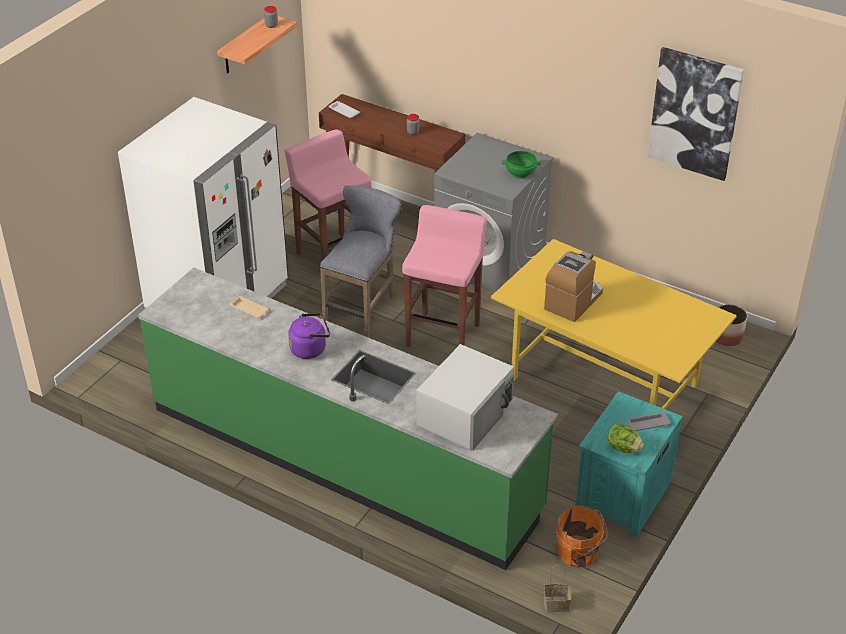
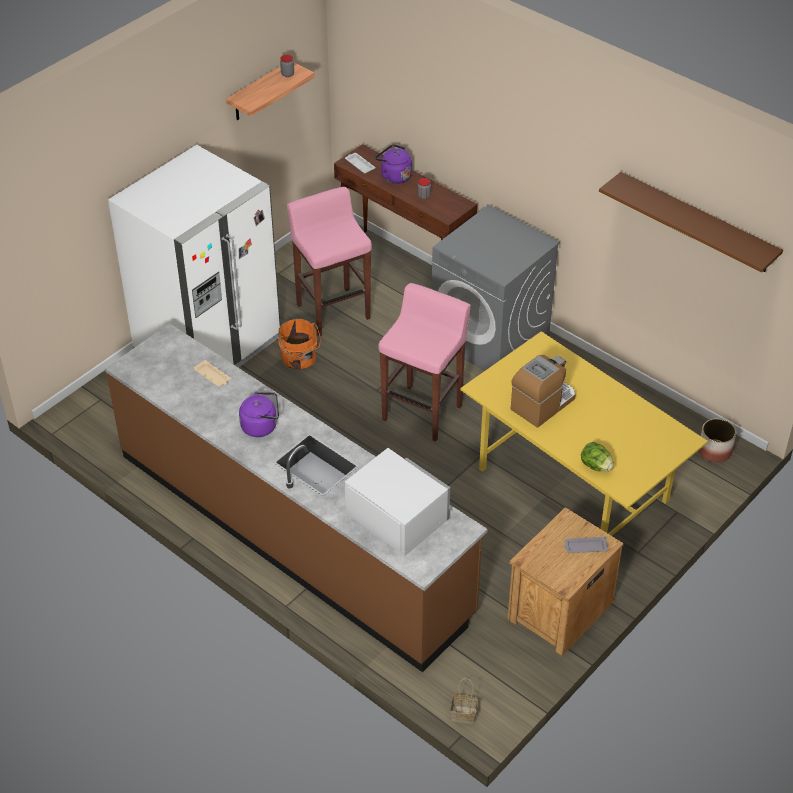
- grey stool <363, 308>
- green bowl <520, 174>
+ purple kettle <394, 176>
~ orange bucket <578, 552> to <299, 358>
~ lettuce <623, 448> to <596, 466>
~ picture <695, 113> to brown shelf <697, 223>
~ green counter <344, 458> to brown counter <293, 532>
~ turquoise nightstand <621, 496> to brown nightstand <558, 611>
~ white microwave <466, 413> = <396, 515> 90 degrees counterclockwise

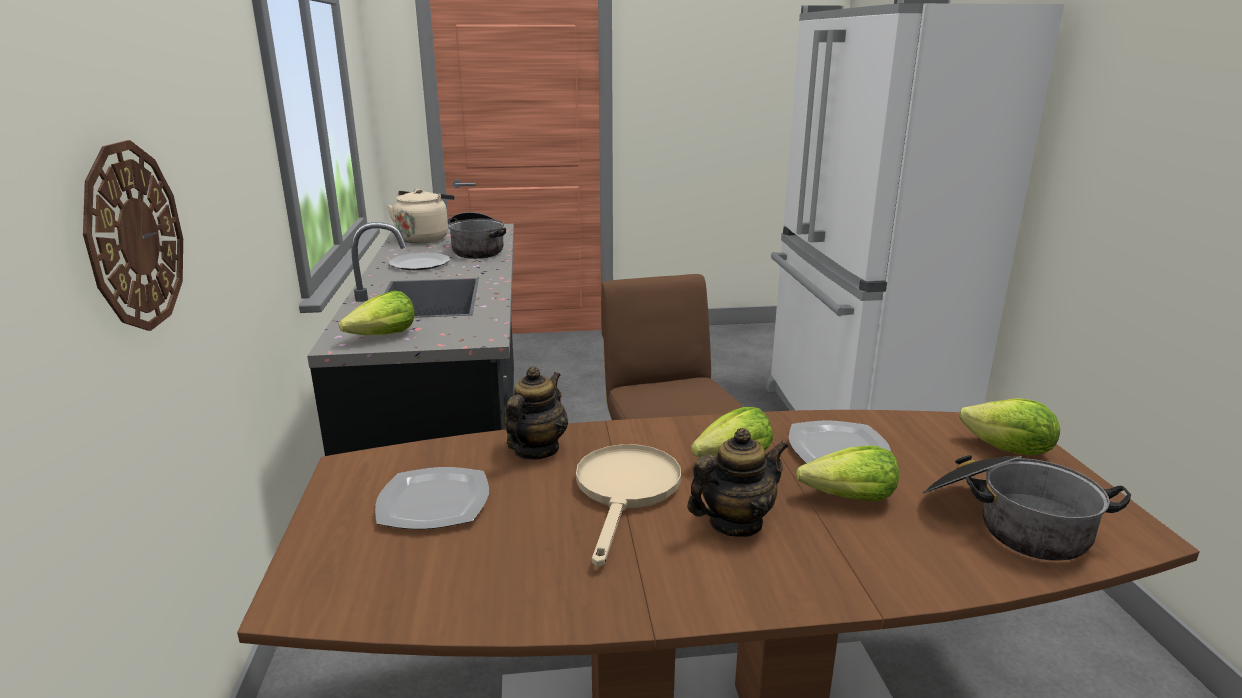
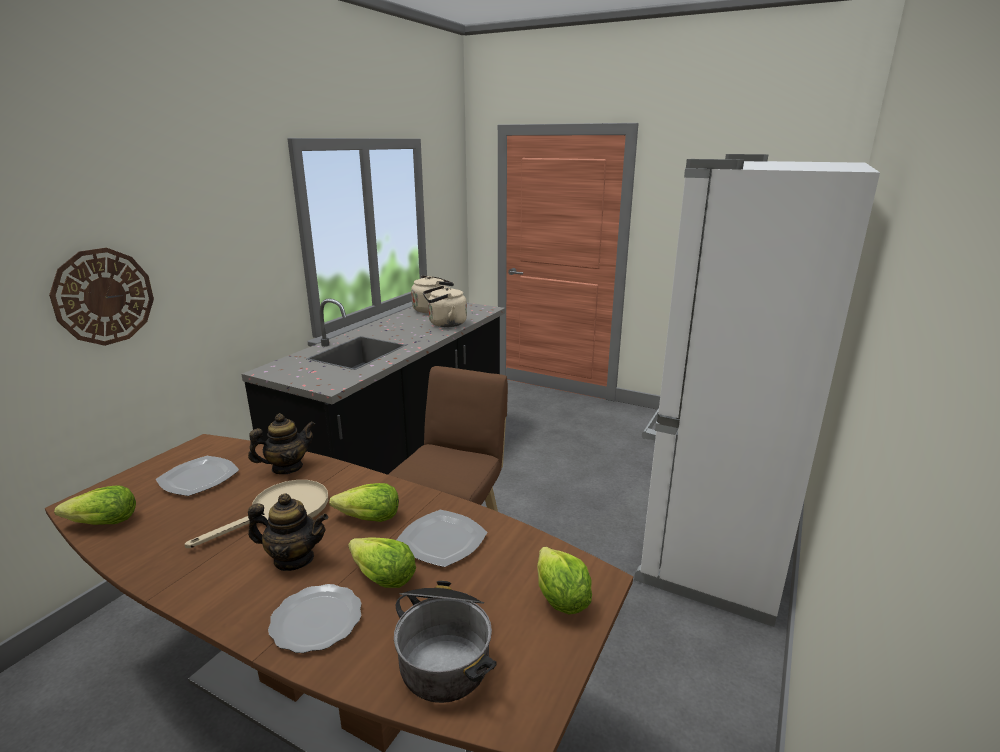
~ lettuce <383, 336> to <103, 523>
~ plate <420, 264> to <318, 620>
~ cooking pot <477, 250> to beige kettle <445, 324>

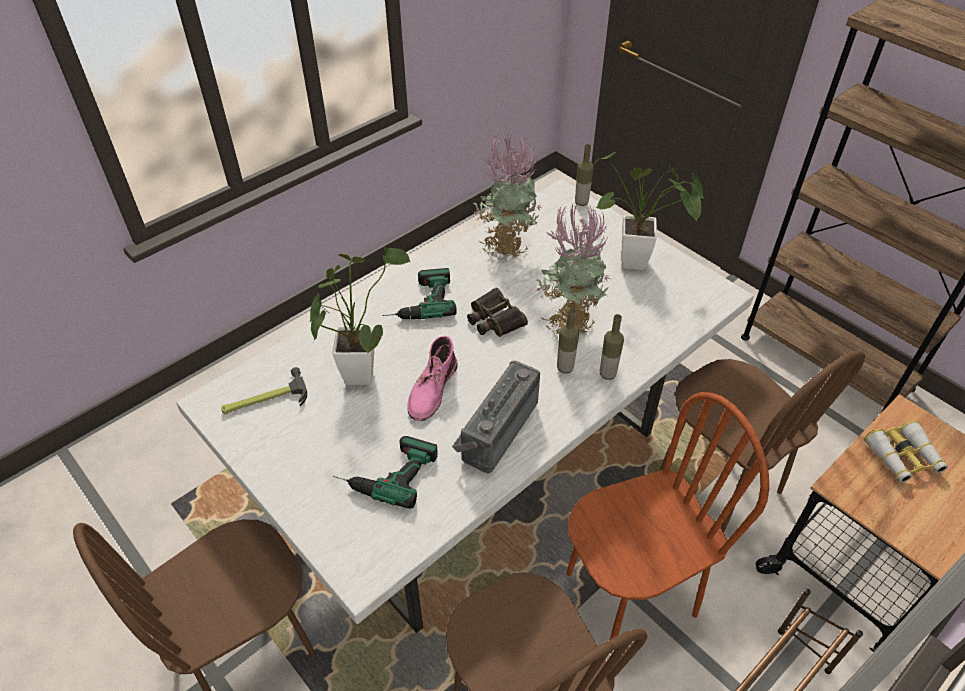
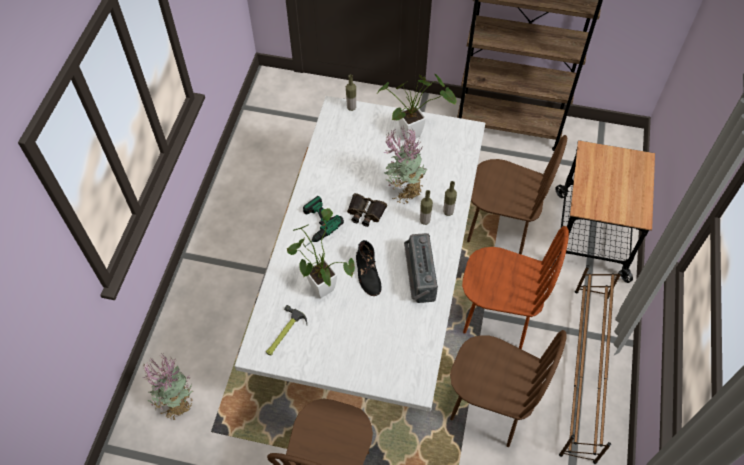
- power drill <385, 471>
- binoculars <903, 457>
~ potted plant <506, 244> to <176, 402>
~ pink boot <432, 389> to black boot <368, 273>
~ brown chair <630, 593> = <497, 317> 75 degrees clockwise

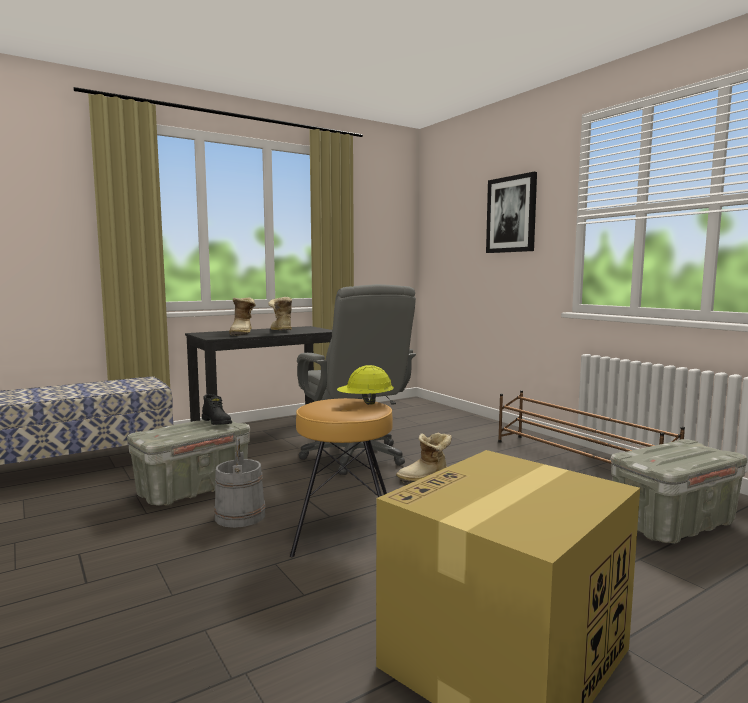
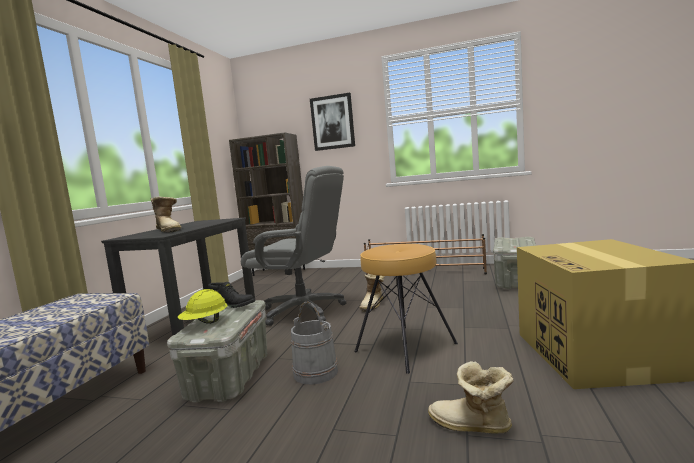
+ brown bookcase <280, 272>
~ boot <280, 331> to <471, 427>
~ yellow hard hat <365, 403> to <205, 323>

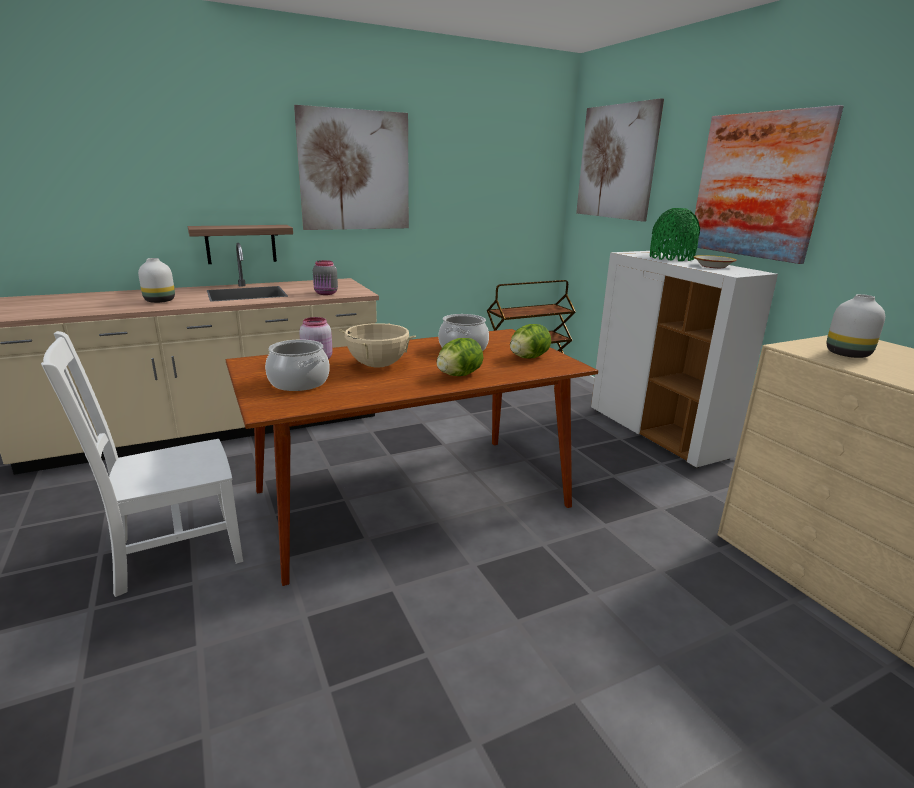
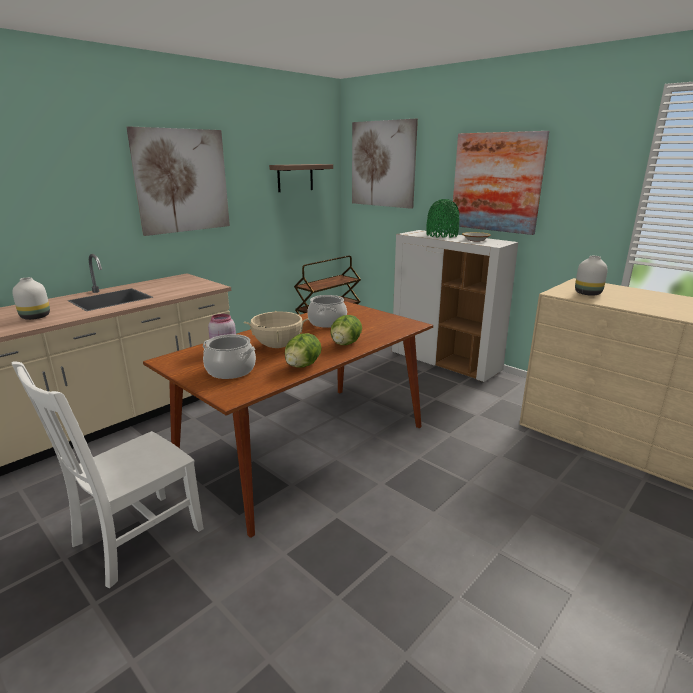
- grey jar <326, 293>
~ shelf <241, 244> to <295, 177>
~ lettuce <528, 358> to <302, 365>

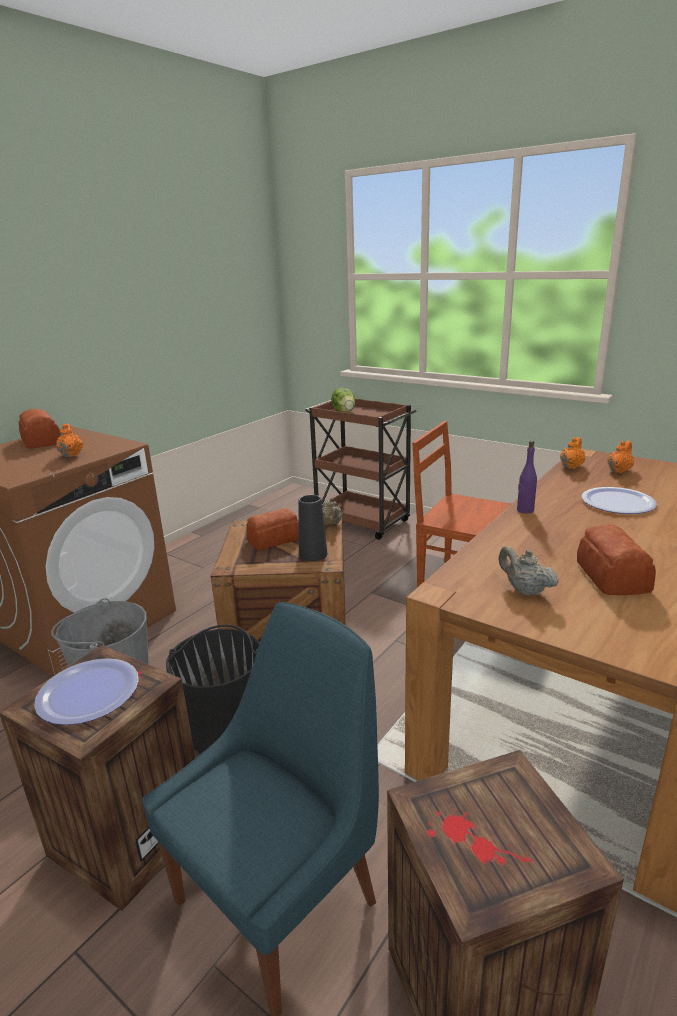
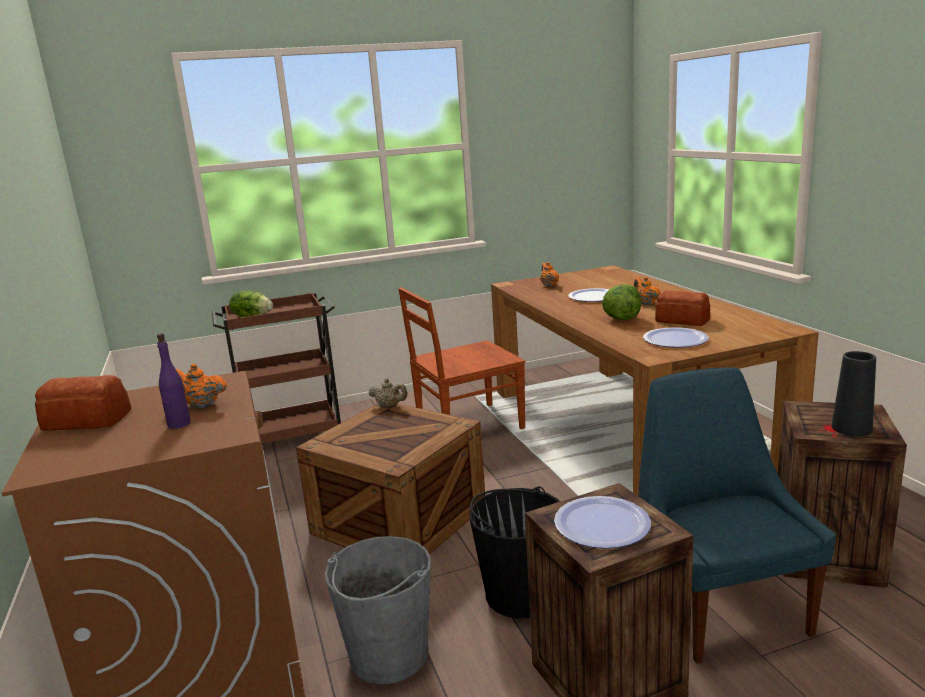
- bread <275, 540>
+ lettuce <621, 318>
~ black vase <313, 554> to <851, 428>
~ purple bottle <525, 510> to <179, 424>
~ orange teapot <571, 466> to <645, 303>
~ beige teapot <524, 590> to plate <675, 339>

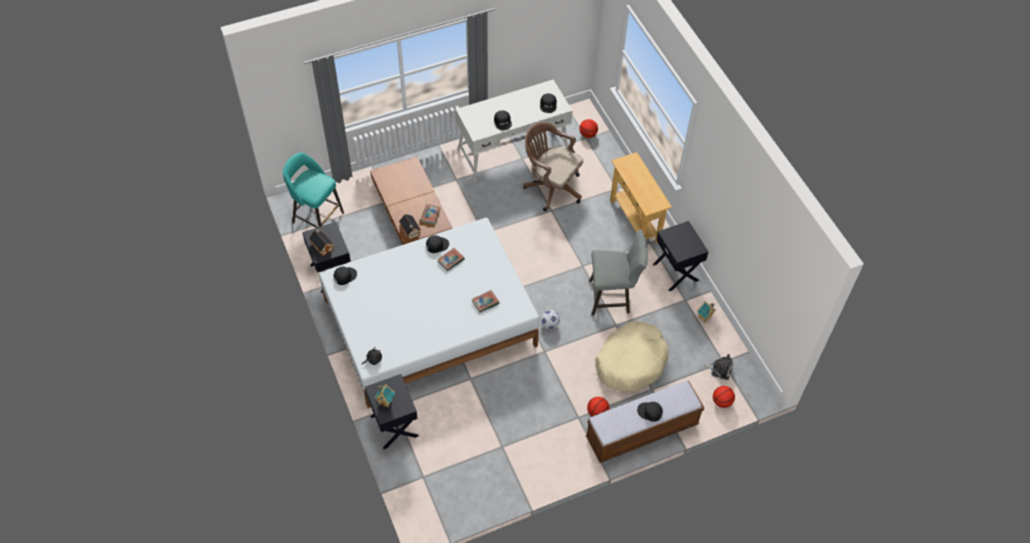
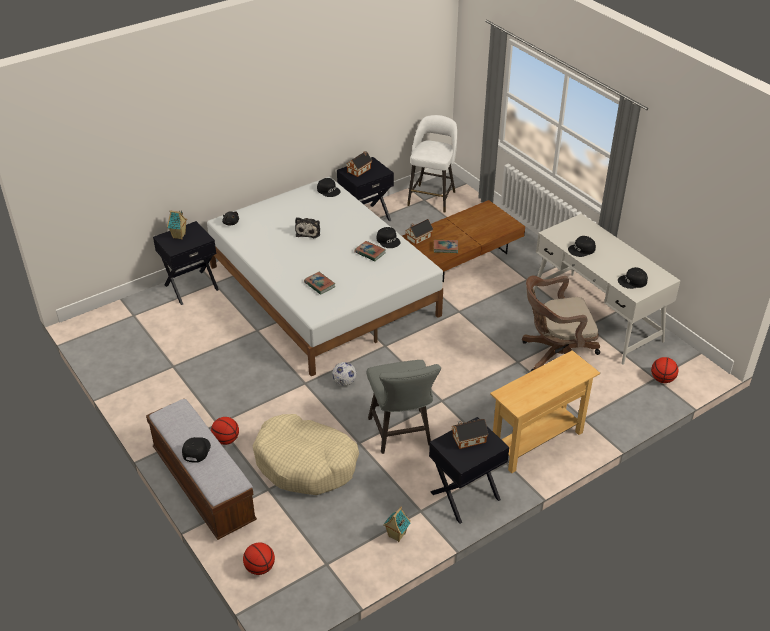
+ toy house <467, 439>
~ plush toy <720, 369> to <308, 231>
~ turquoise stool <317, 217> to white stool <432, 197>
~ brown office chair <551, 187> = <555, 356> 120 degrees counterclockwise

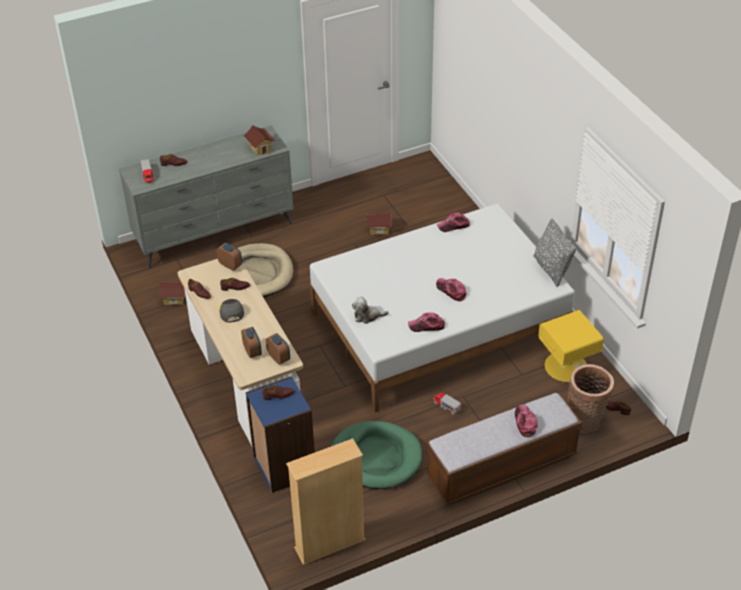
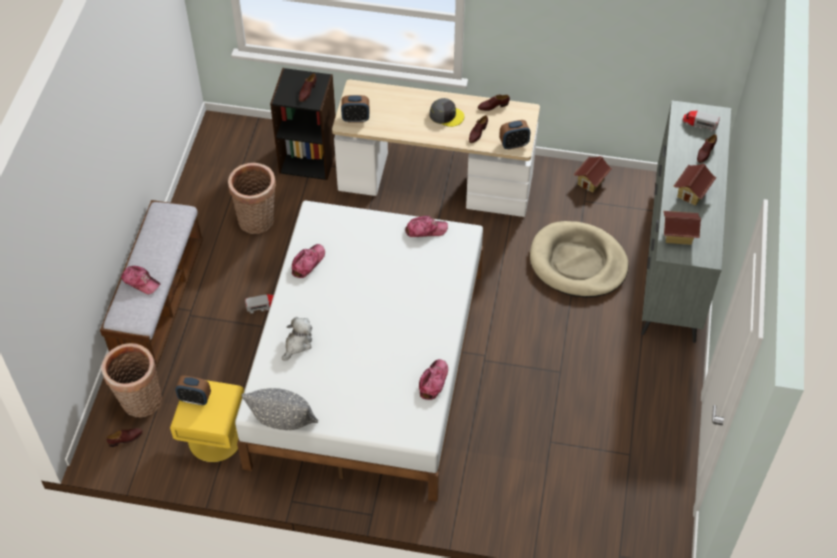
- beige bookcase <330, 544>
~ alarm clock <252, 351> to <195, 399>
~ plush toy <367, 316> to <297, 344>
~ toy house <379, 230> to <692, 193>
~ cap <451, 291> to <426, 229>
~ green dog bed <376, 458> to basket <257, 221>
~ blue bookcase <283, 467> to black bookcase <309, 158>

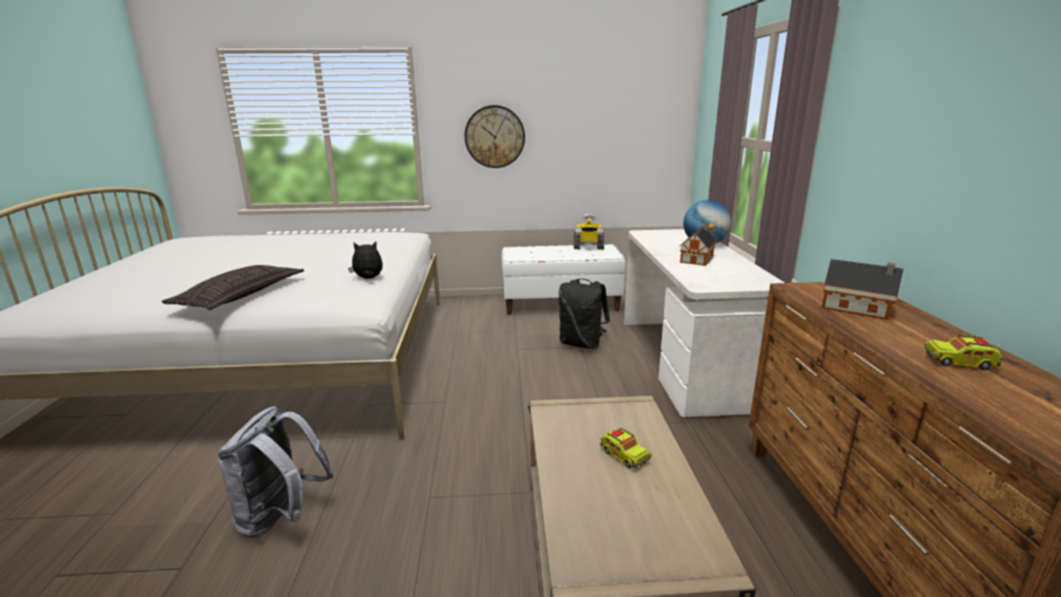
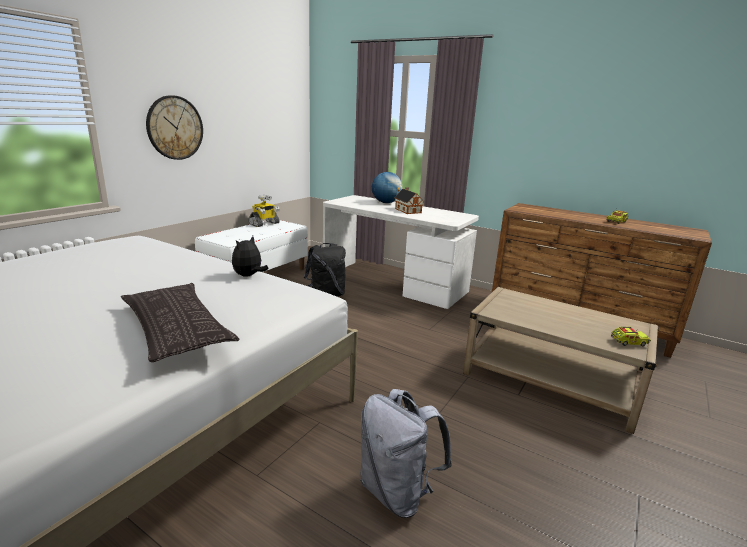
- toy house <859, 308>
~ toy truck <624, 455> to <628, 342>

